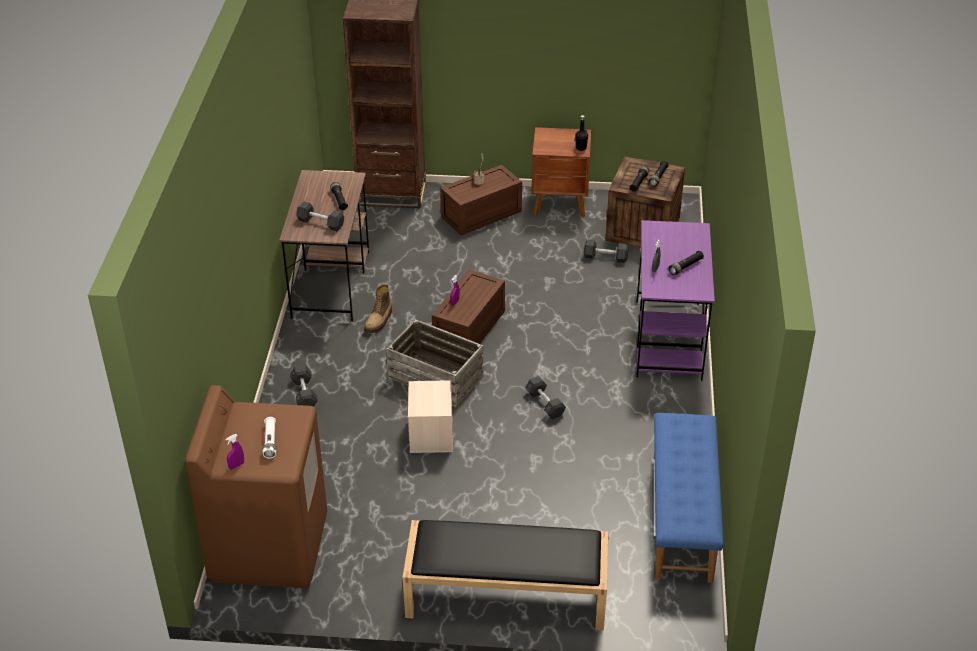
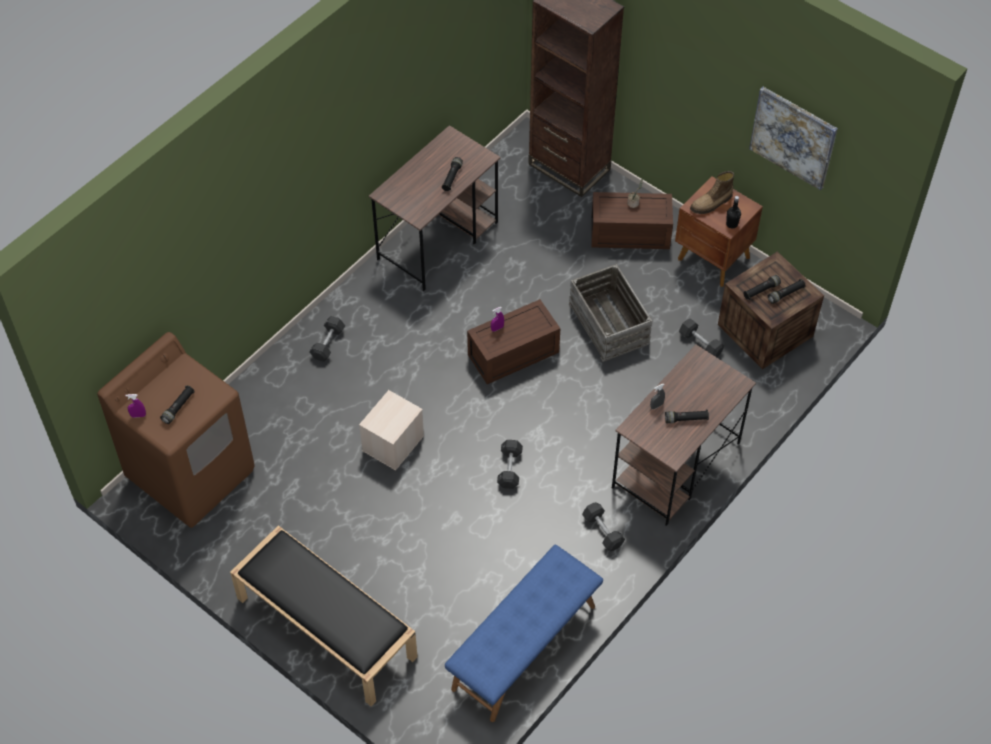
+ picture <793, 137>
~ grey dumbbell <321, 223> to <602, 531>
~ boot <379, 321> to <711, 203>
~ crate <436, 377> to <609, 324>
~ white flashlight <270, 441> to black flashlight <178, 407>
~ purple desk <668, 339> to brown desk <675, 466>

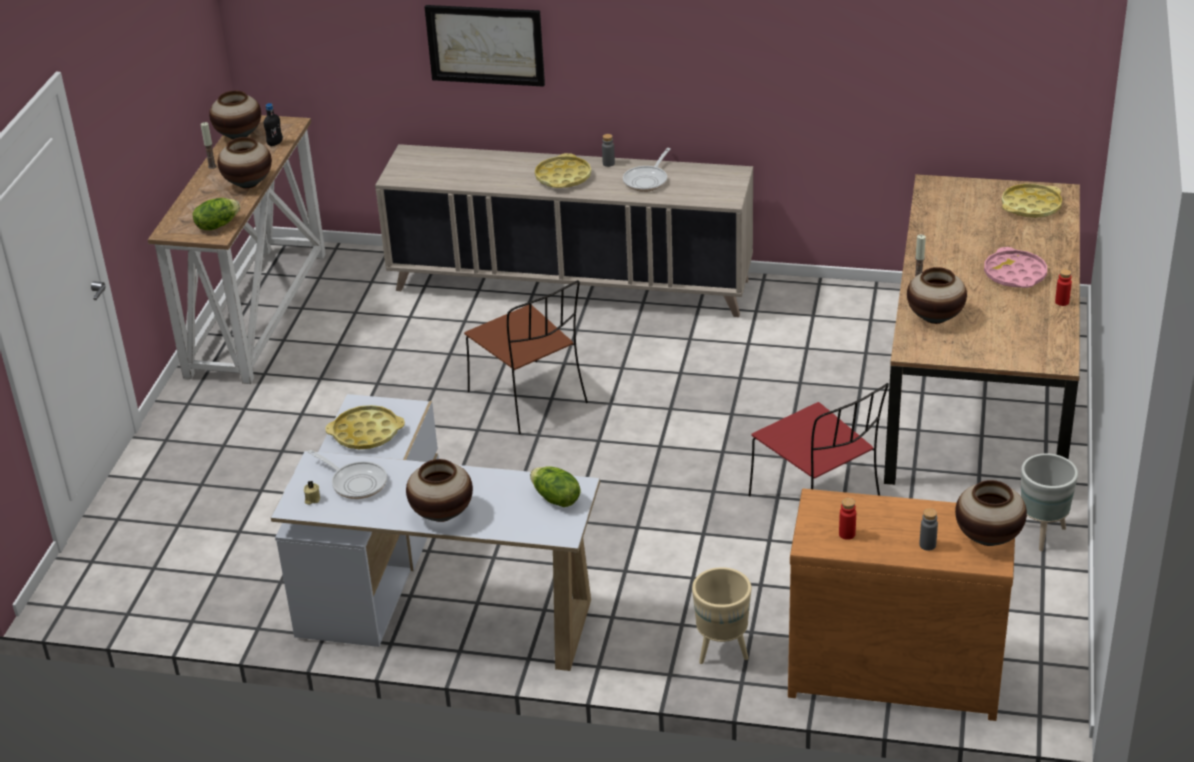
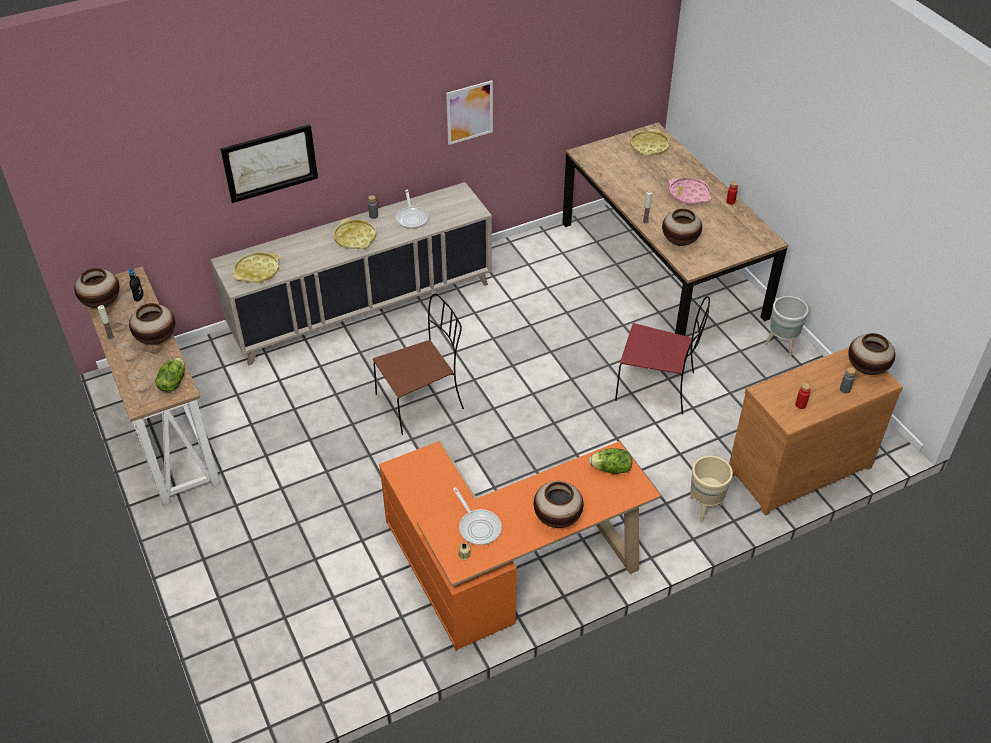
+ picture <469, 112>
~ yellow tray <366, 433> to <257, 271>
~ white desk <430, 595> to orange desk <506, 569>
~ frying pan <356, 482> = <478, 526> 60 degrees clockwise
~ brown chair <529, 399> = <421, 401> 45 degrees counterclockwise

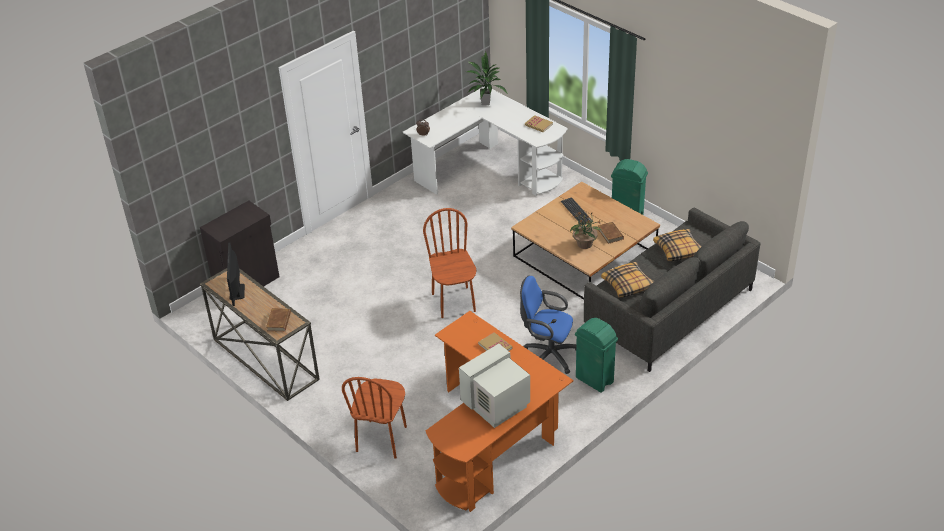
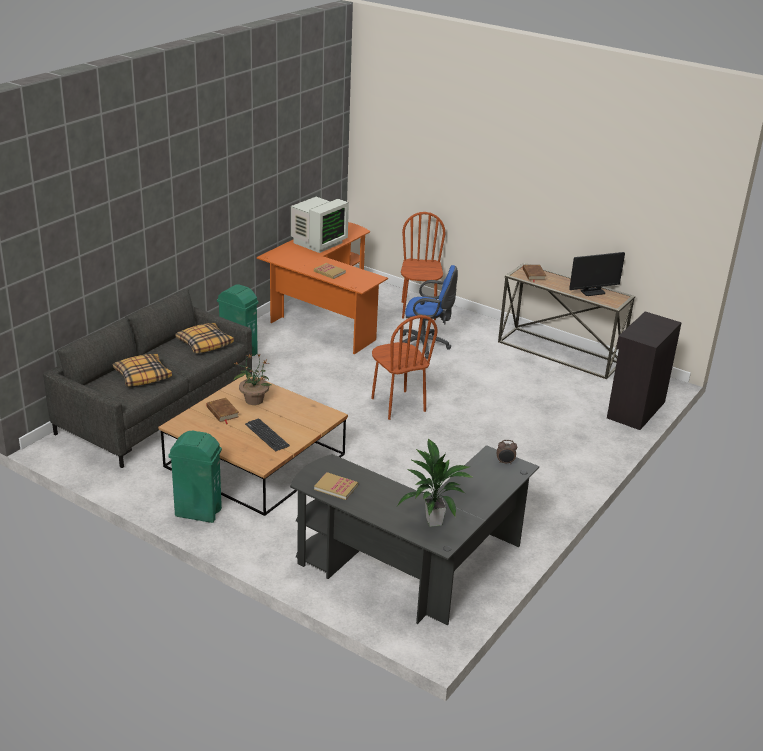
~ blue office chair <547, 355> to <425, 346>
~ white desk <490, 170> to black desk <413, 572>
~ monitor <237, 292> = <592, 292> 90 degrees clockwise

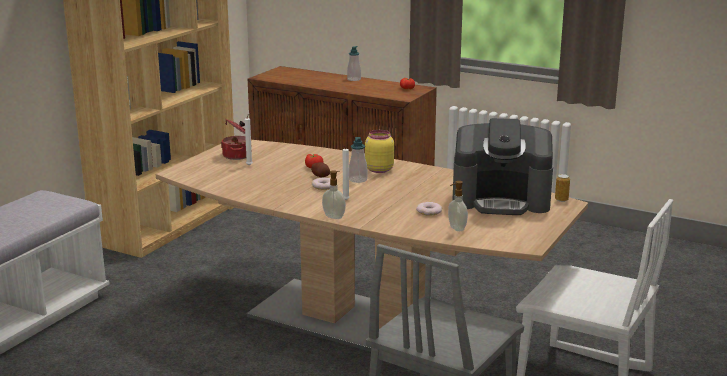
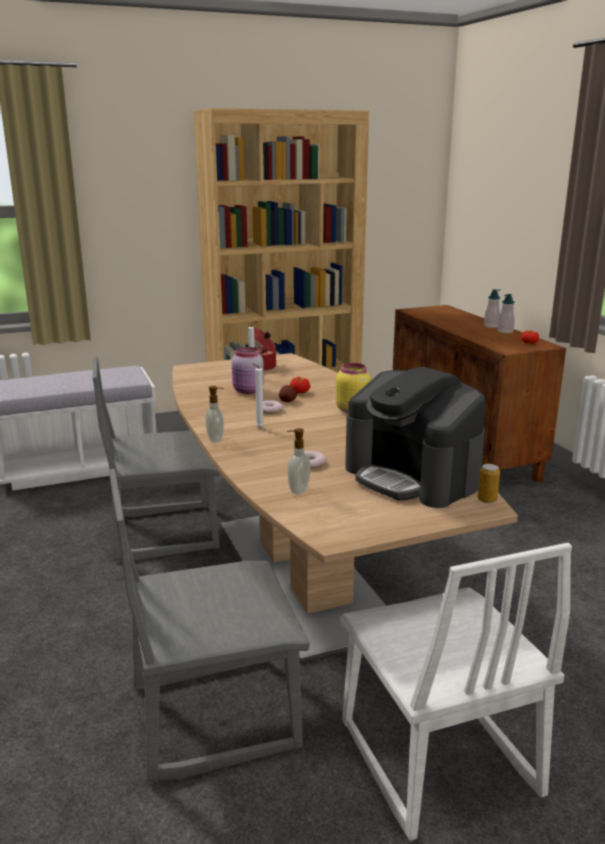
+ grey chair <164, 531>
+ pink jar <248, 391>
~ soap dispenser <358, 180> to <505, 331>

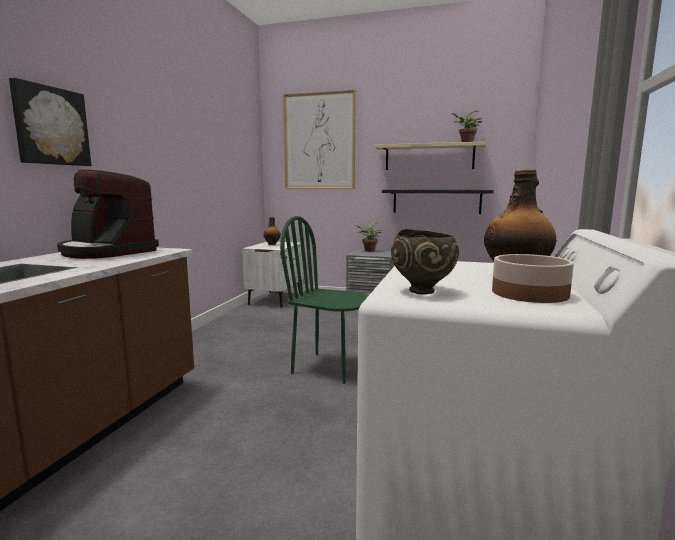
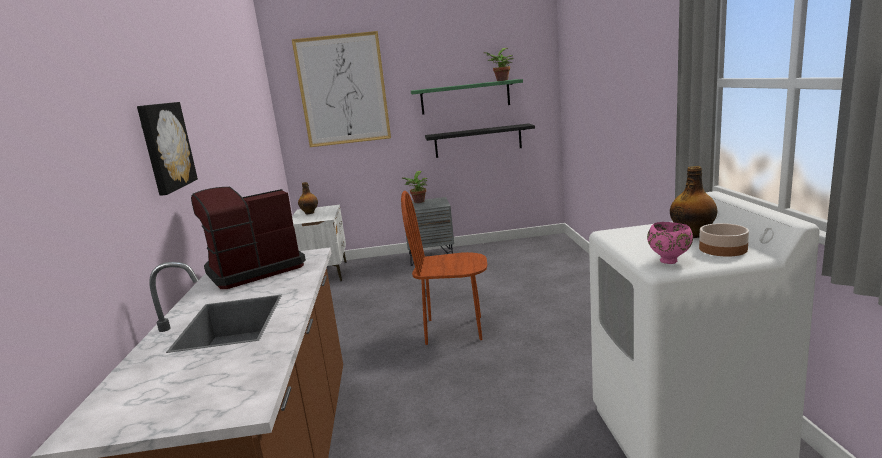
~ green chair <328, 367> to brown chair <454, 329>
~ beige shelf <429, 157> to green shelf <465, 97>
~ brown bowl <424, 291> to pink bowl <670, 261>
~ coffee machine <107, 252> = <253, 270> 135 degrees clockwise

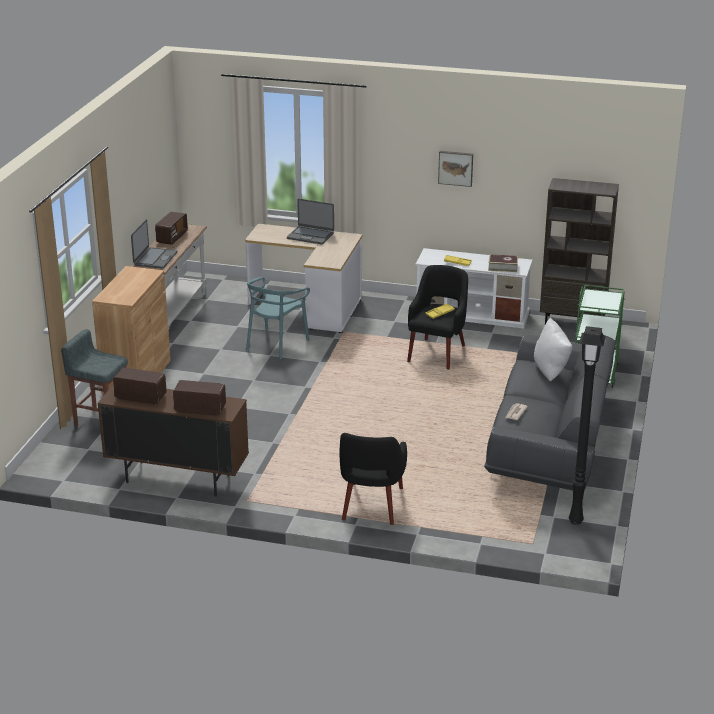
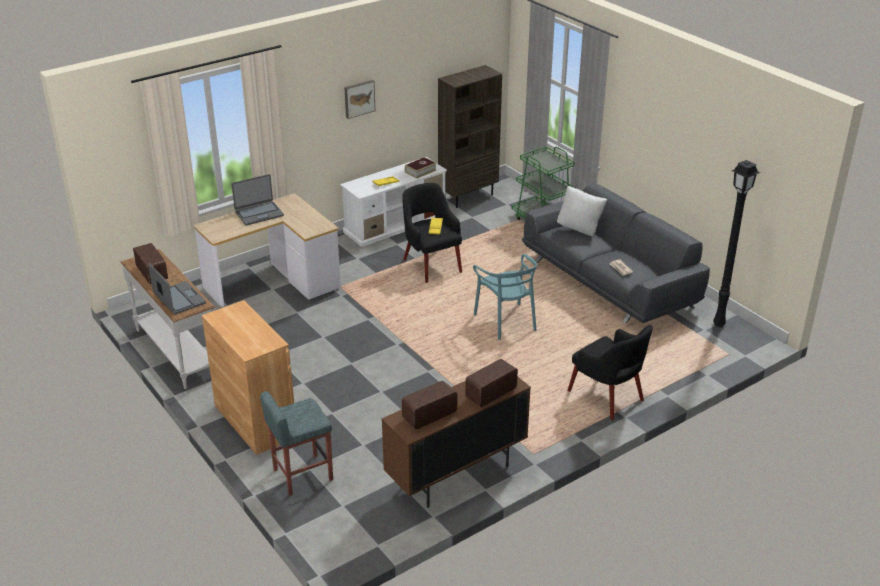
~ turquoise chair <276, 344> to <506, 321>

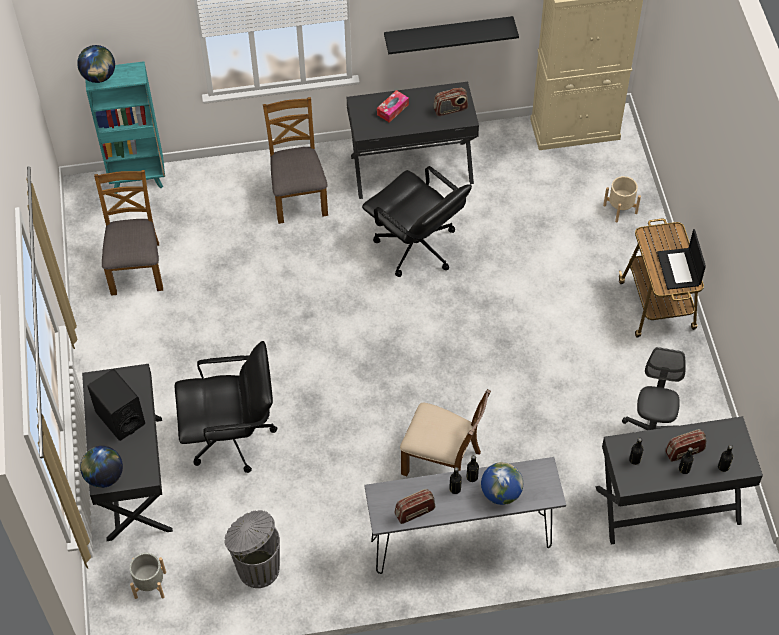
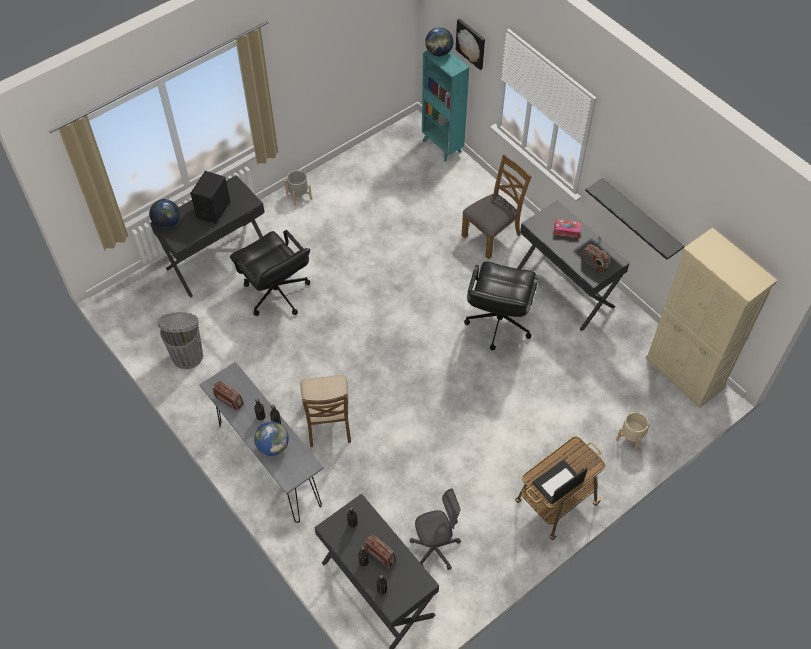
- brown chair <136, 267>
+ picture <471, 43>
~ grey planter <150, 584> to <299, 196>

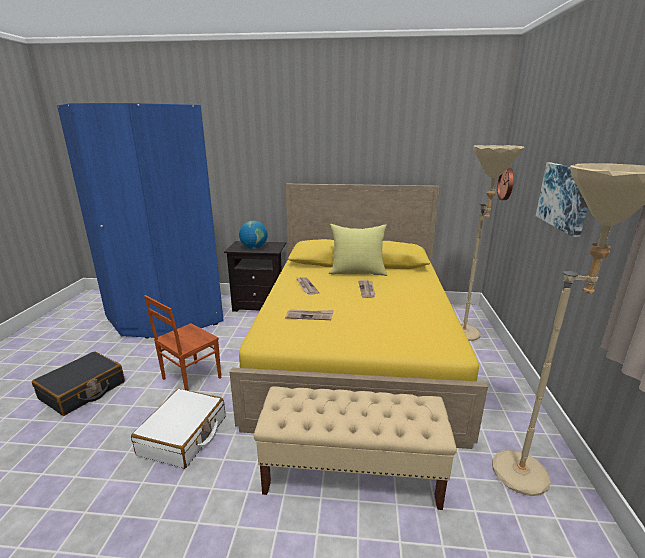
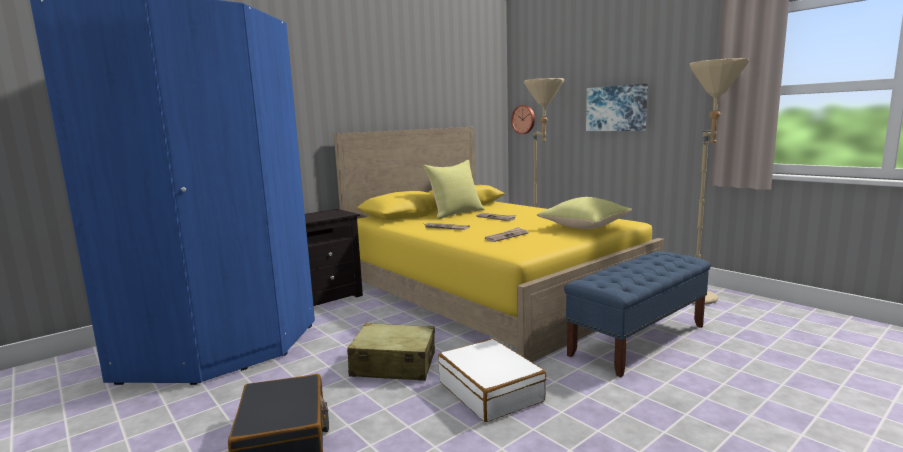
- globe <254, 248>
+ yellow pillow <584, 227>
~ brown chair <190, 378> to beige suitcase <394, 365>
~ beige bench <352, 474> to blue bench <638, 340>

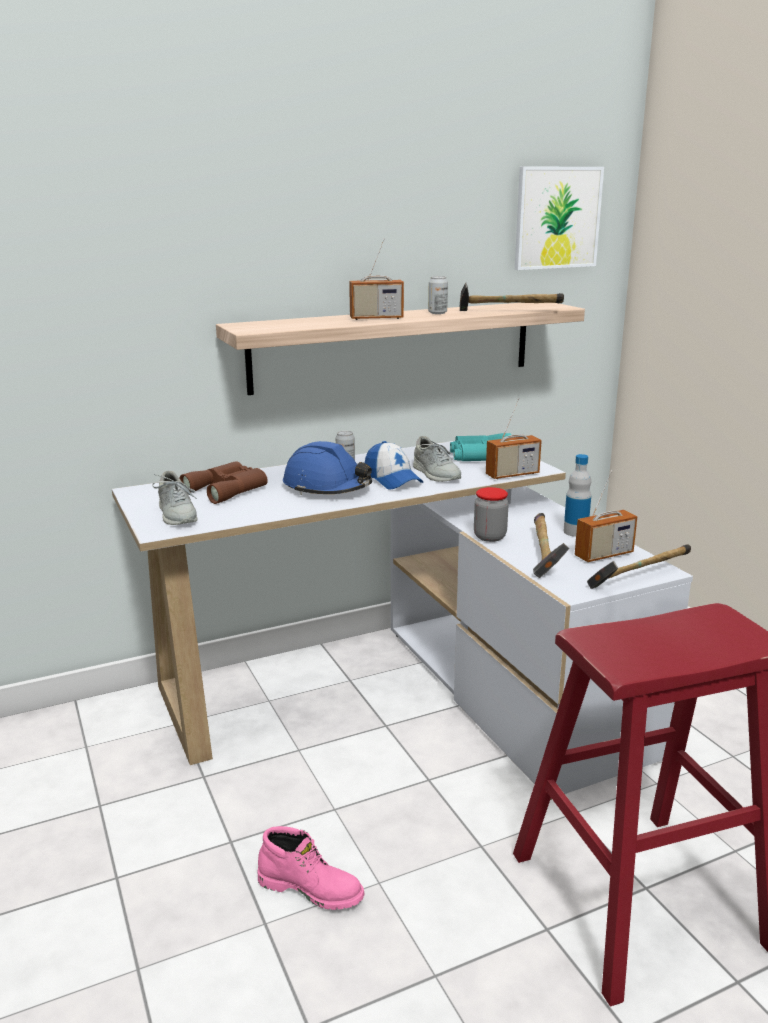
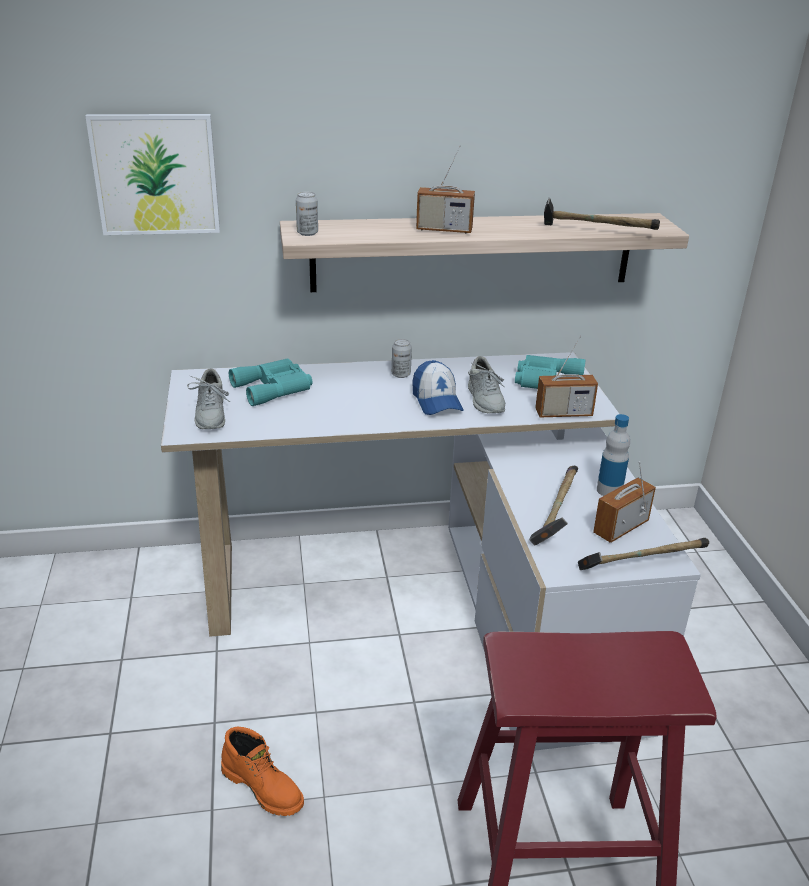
- blue hard hat <327, 488>
- jar <490, 537>
~ can <437, 313> to <307, 233>
~ picture <557, 218> to <156, 174>
~ brown binoculars <229, 489> to turquoise binoculars <275, 388>
~ pink boot <311, 888> to orange boot <264, 786>
~ radio <604, 555> = <620, 527> 150 degrees clockwise

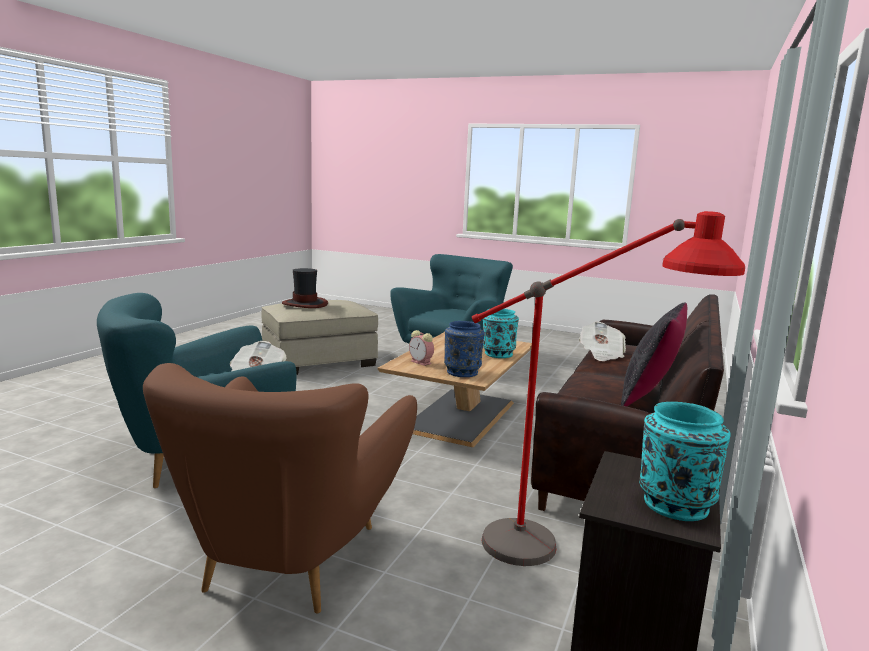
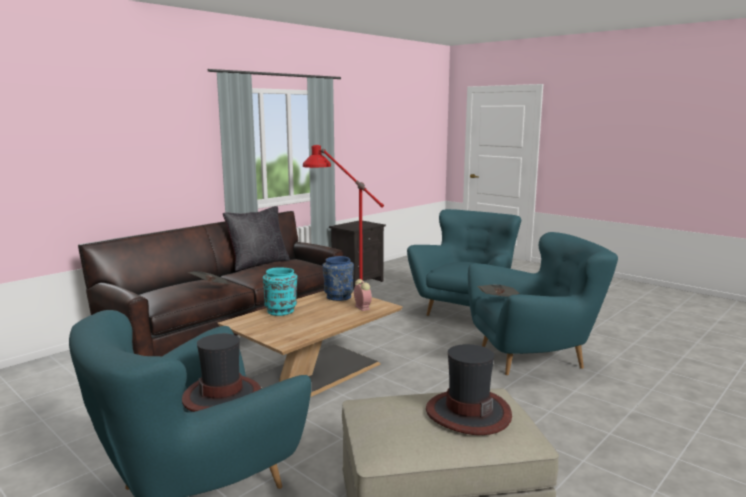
- turquoise vase <674, 504>
+ hat <222, 395>
~ brown armchair <290, 559> to turquoise armchair <465, 310>

